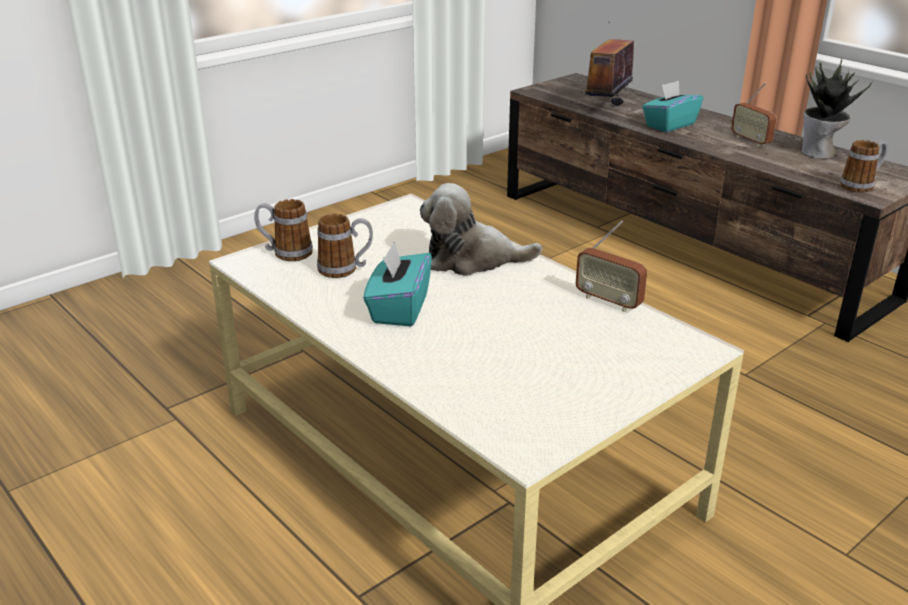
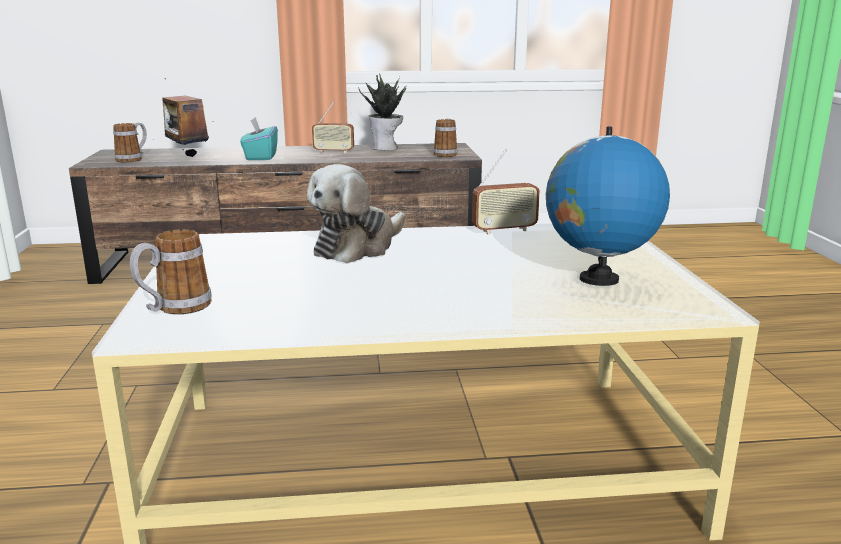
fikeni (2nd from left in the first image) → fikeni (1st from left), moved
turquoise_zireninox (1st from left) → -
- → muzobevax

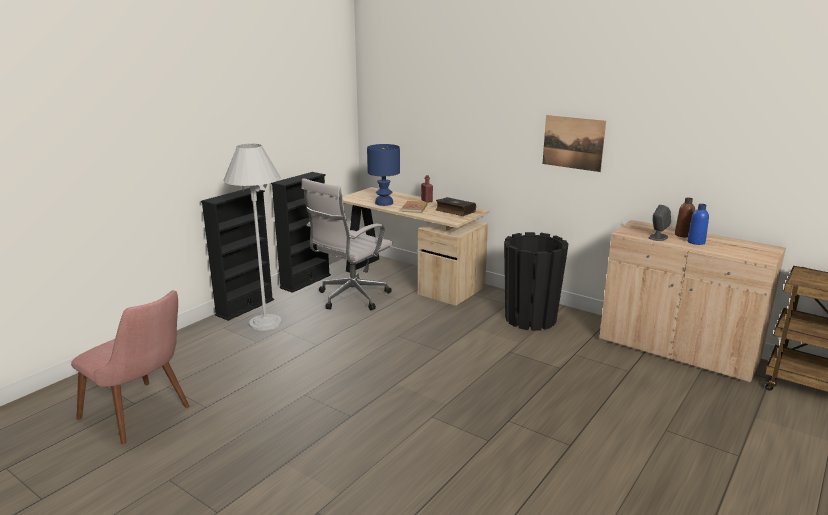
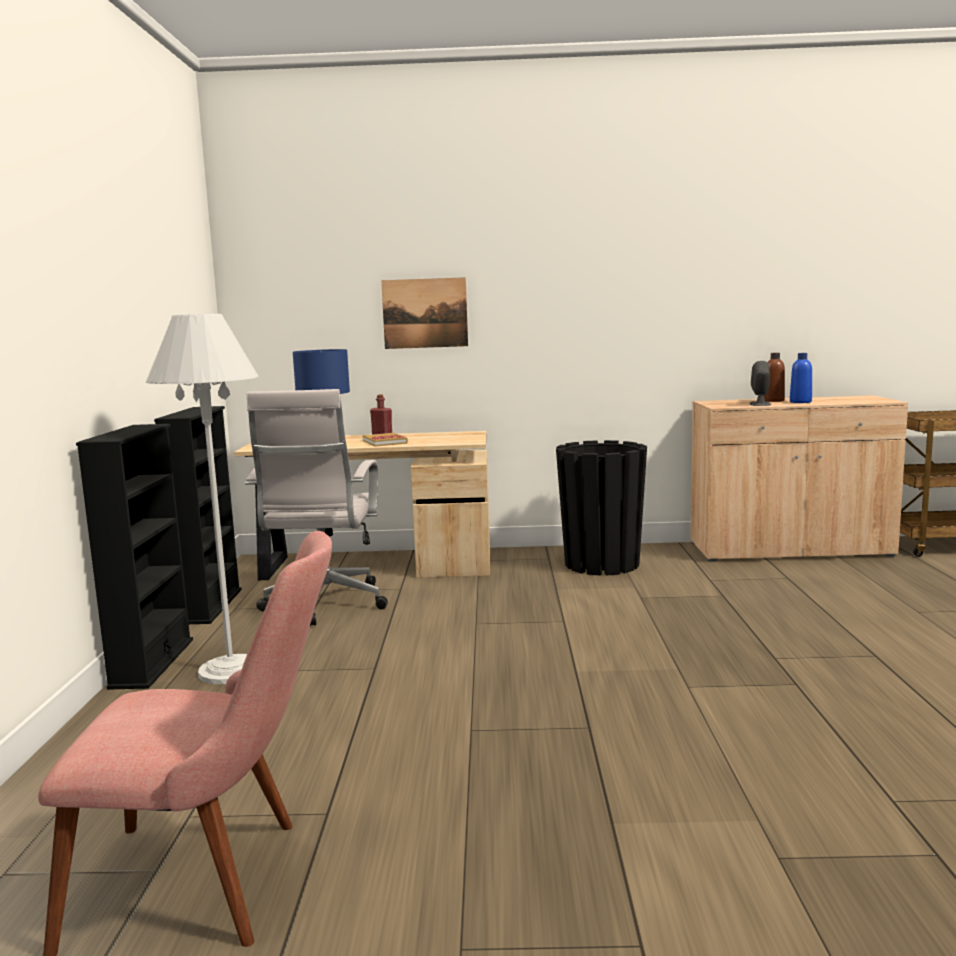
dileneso (2nd from left) → -
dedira, moved

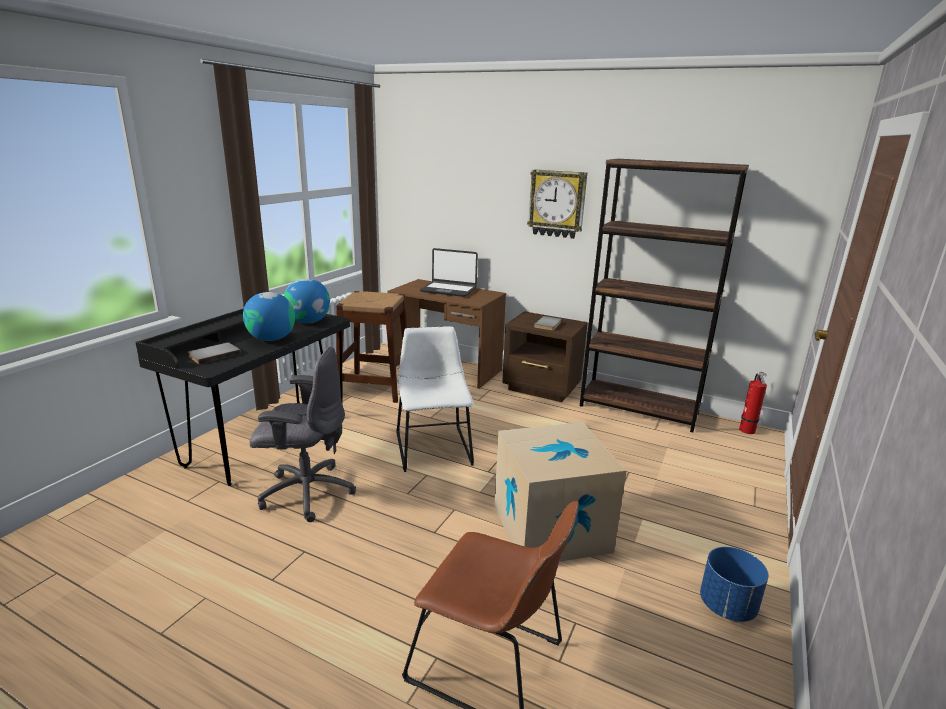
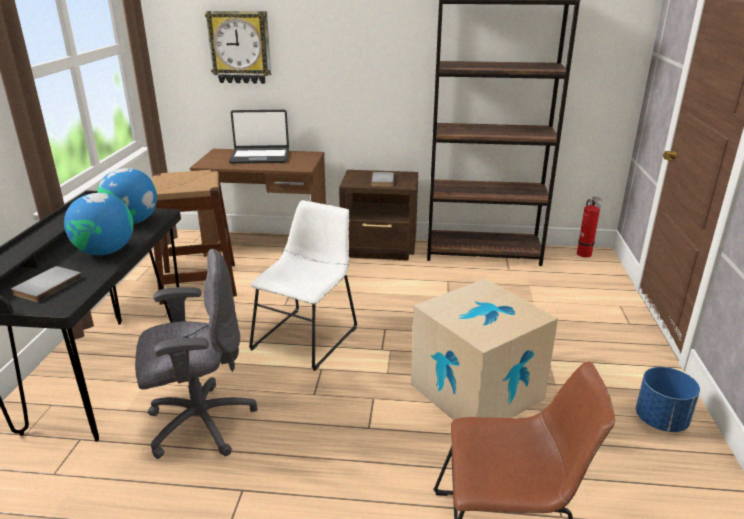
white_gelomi, 60 degrees clockwise
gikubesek, moved

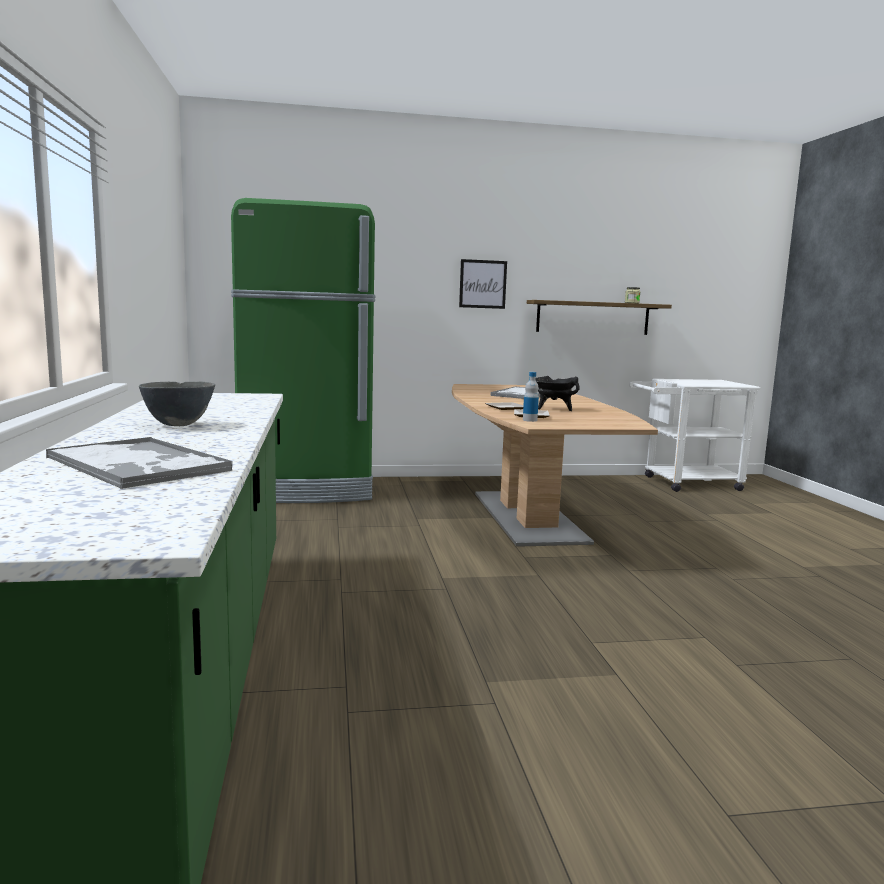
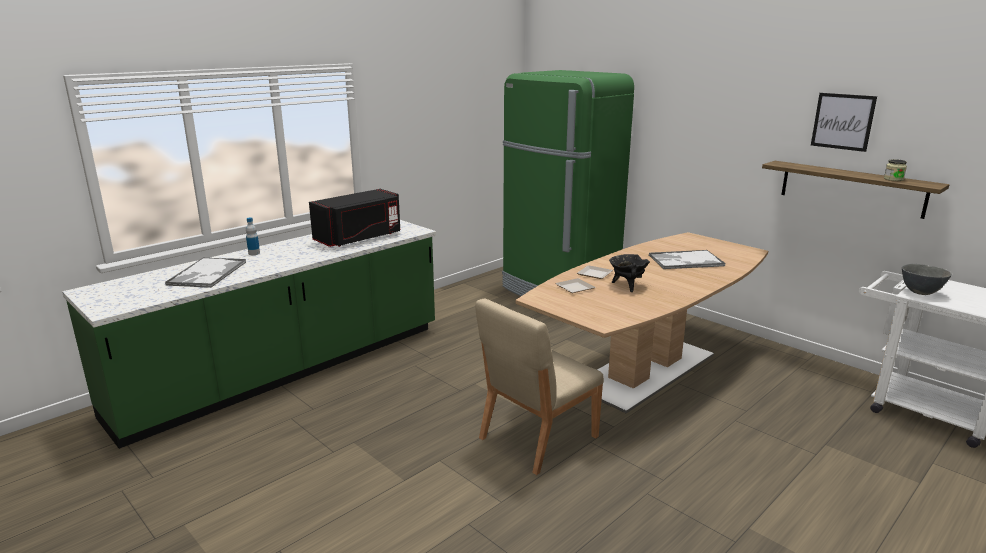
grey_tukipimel, moved
dedira, moved
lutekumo, moved
- → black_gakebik
- → beige_gelomi

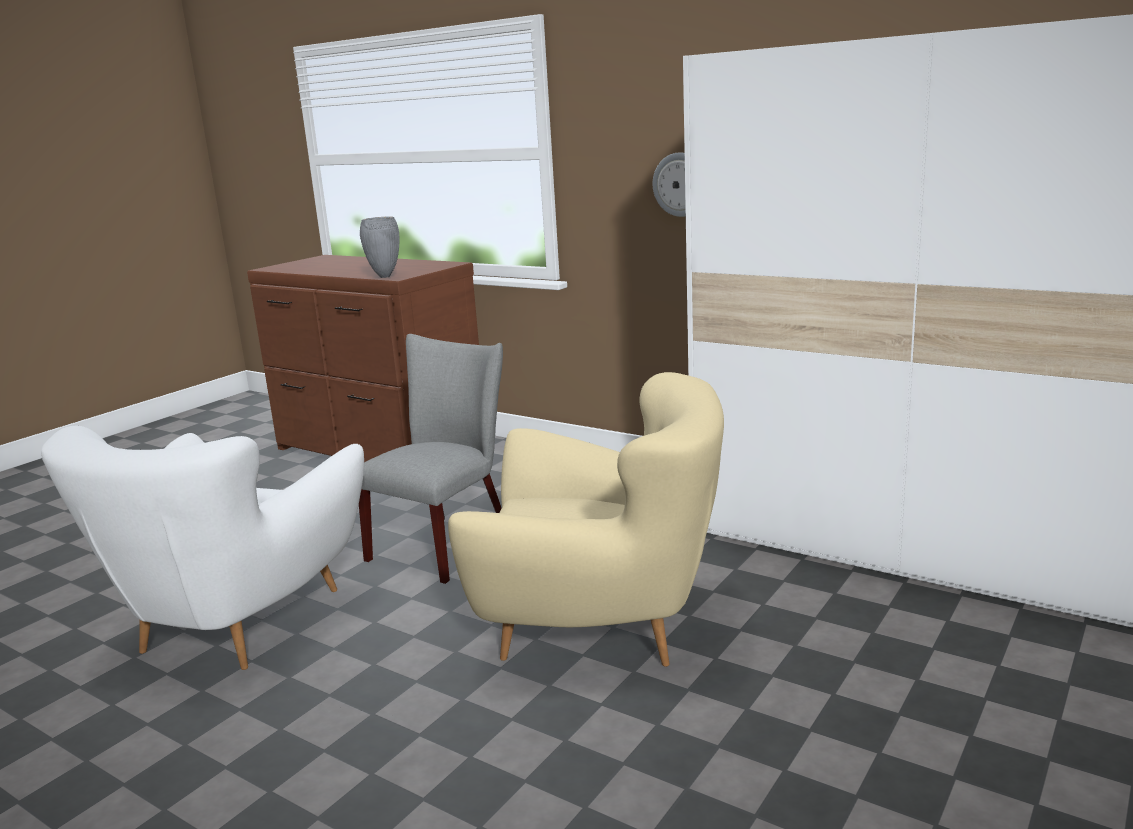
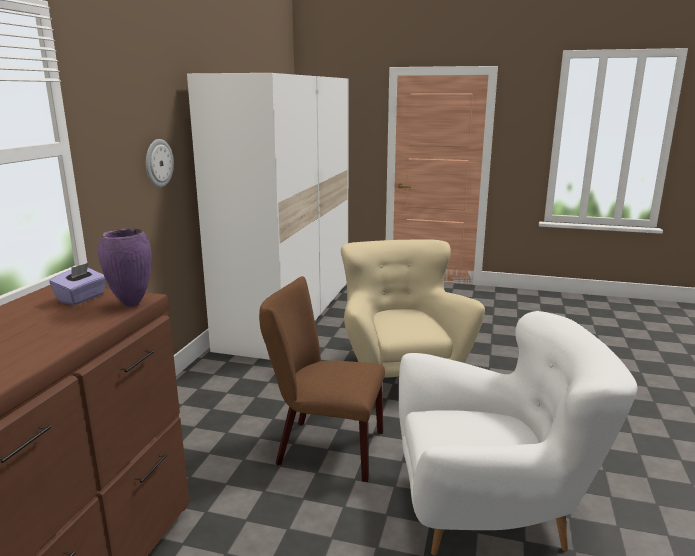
grey_gelomi → brown_gelomi
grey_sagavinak → purple_sagavinak
- → purple_zireninox

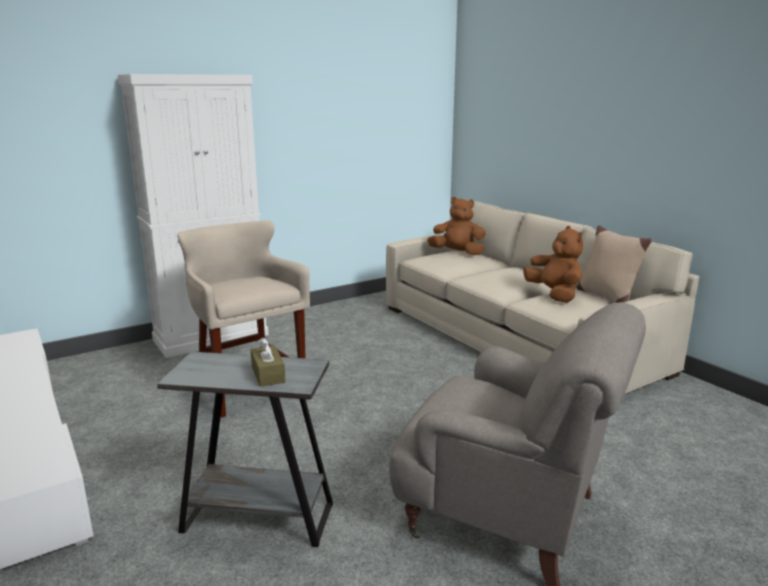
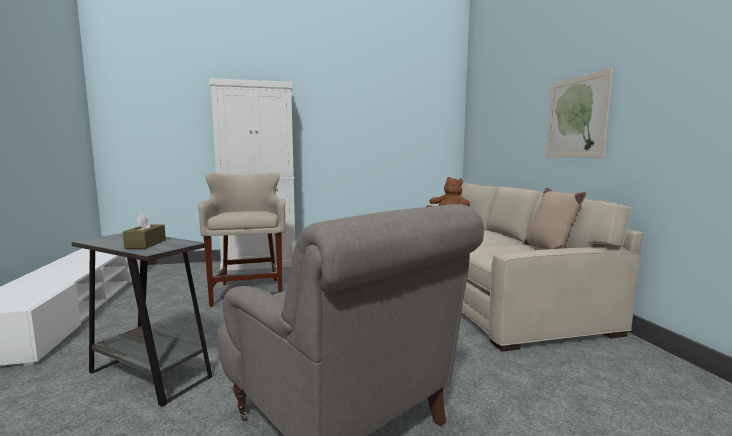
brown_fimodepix (2nd from left) → -
- → dedira

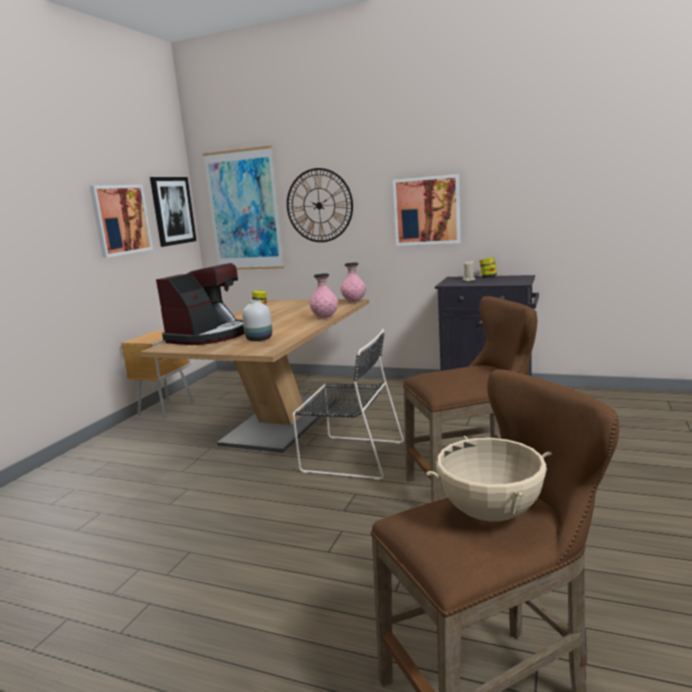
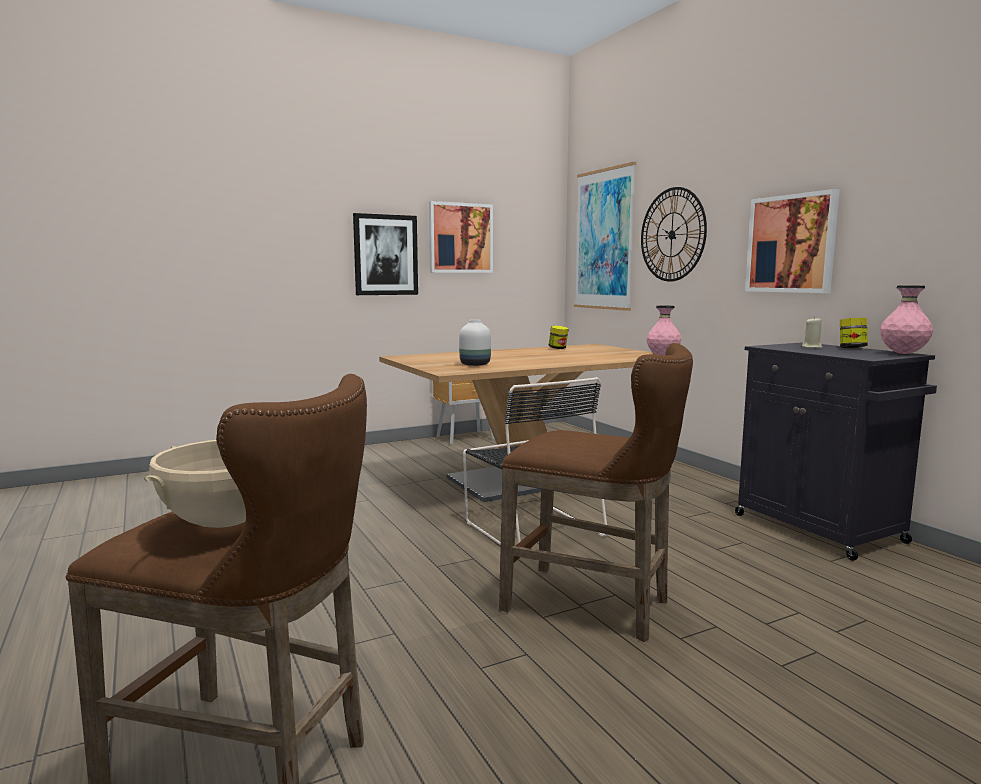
dedira (2nd from left in the first image) → dedira (1st from left), moved
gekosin → -
pink_sagavinak (1st from left in the first image) → pink_sagavinak (2nd from left), moved

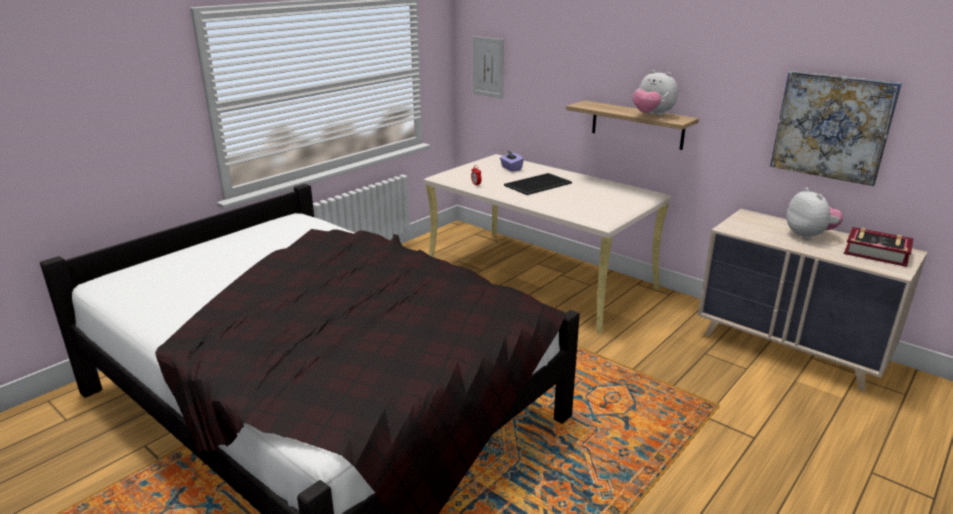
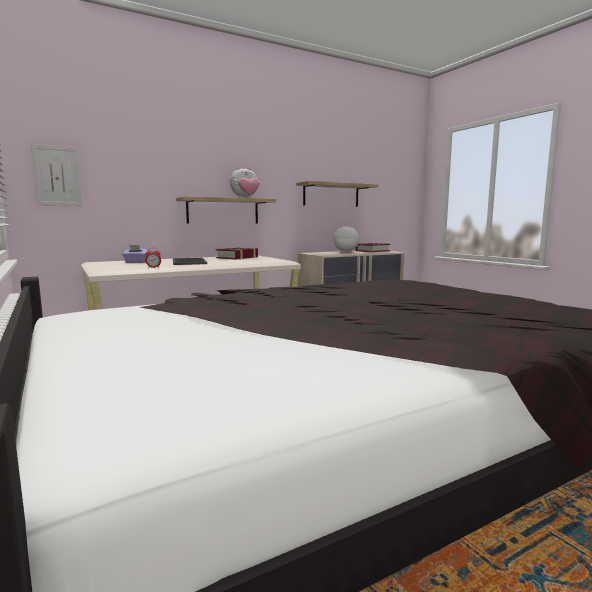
dedira (2nd from left) → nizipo (2nd from left)
- → dileneso (1st from left)

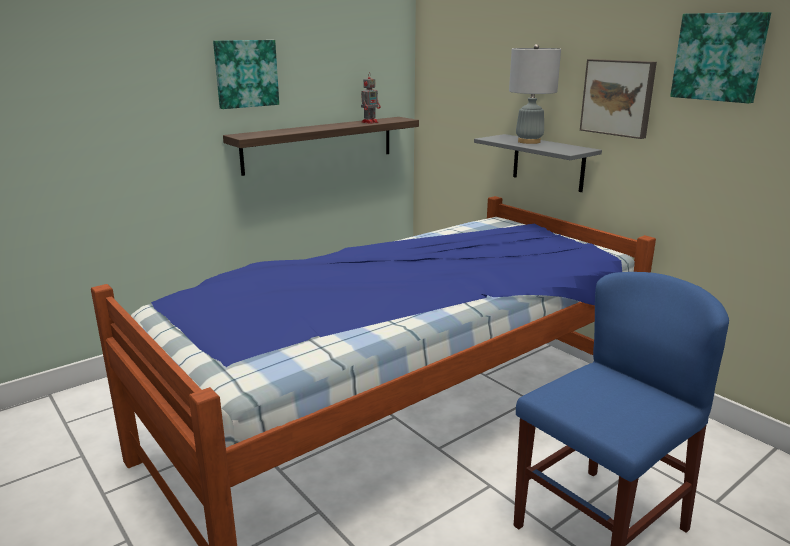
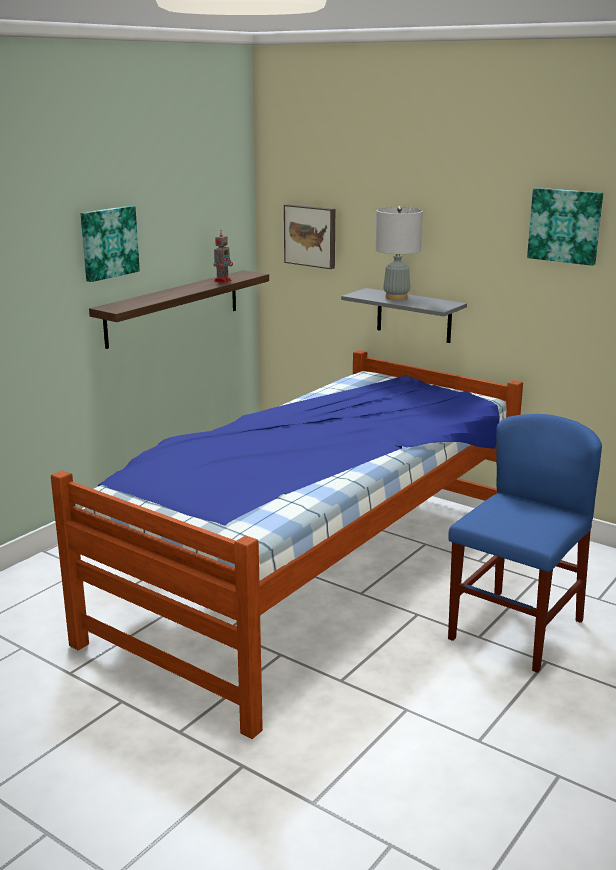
dedira (2nd from left), moved

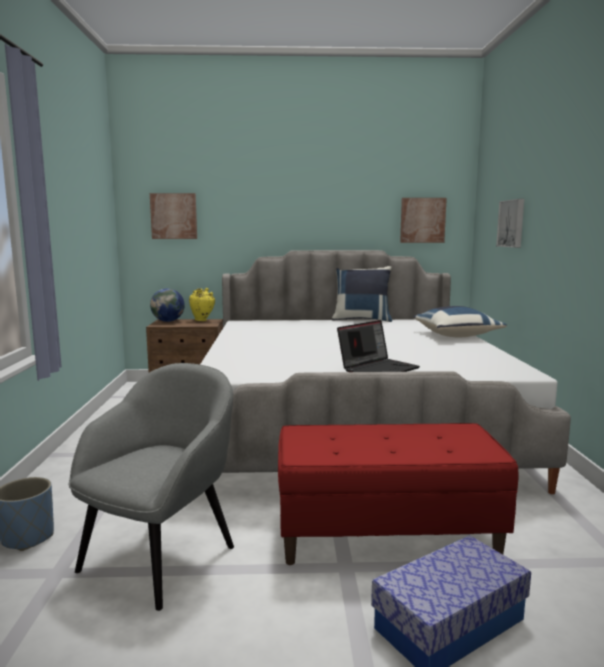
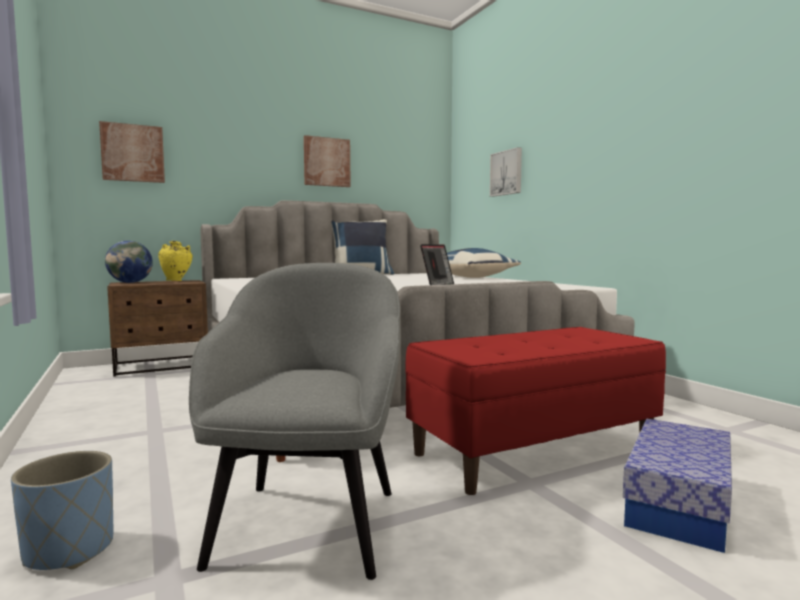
dedira (2nd from left), moved

